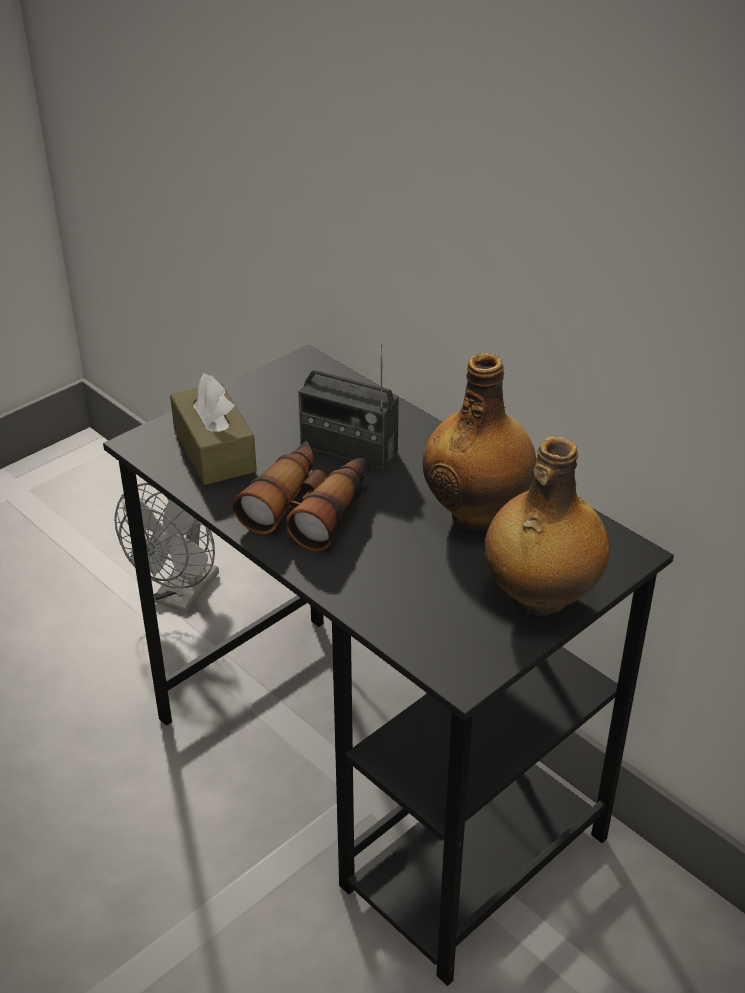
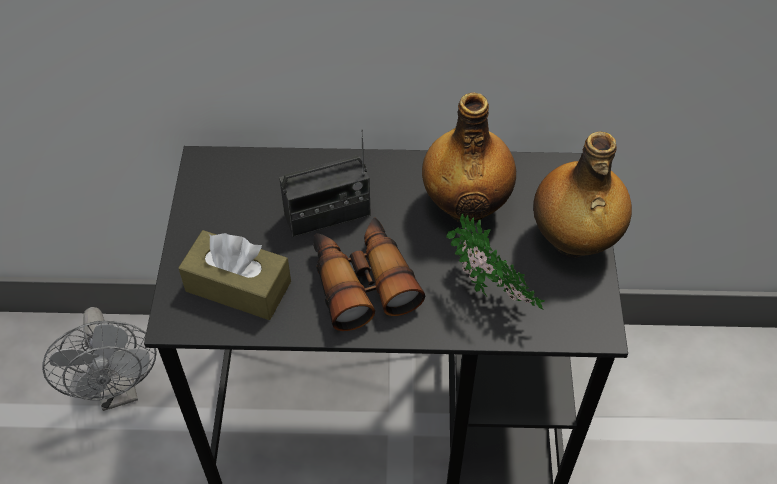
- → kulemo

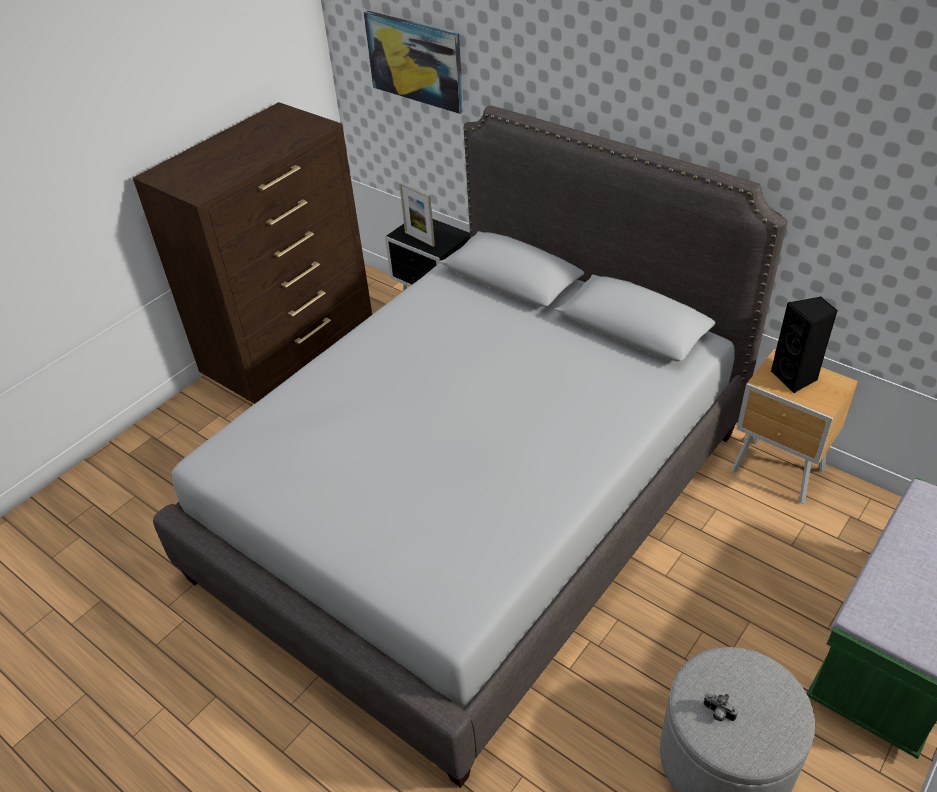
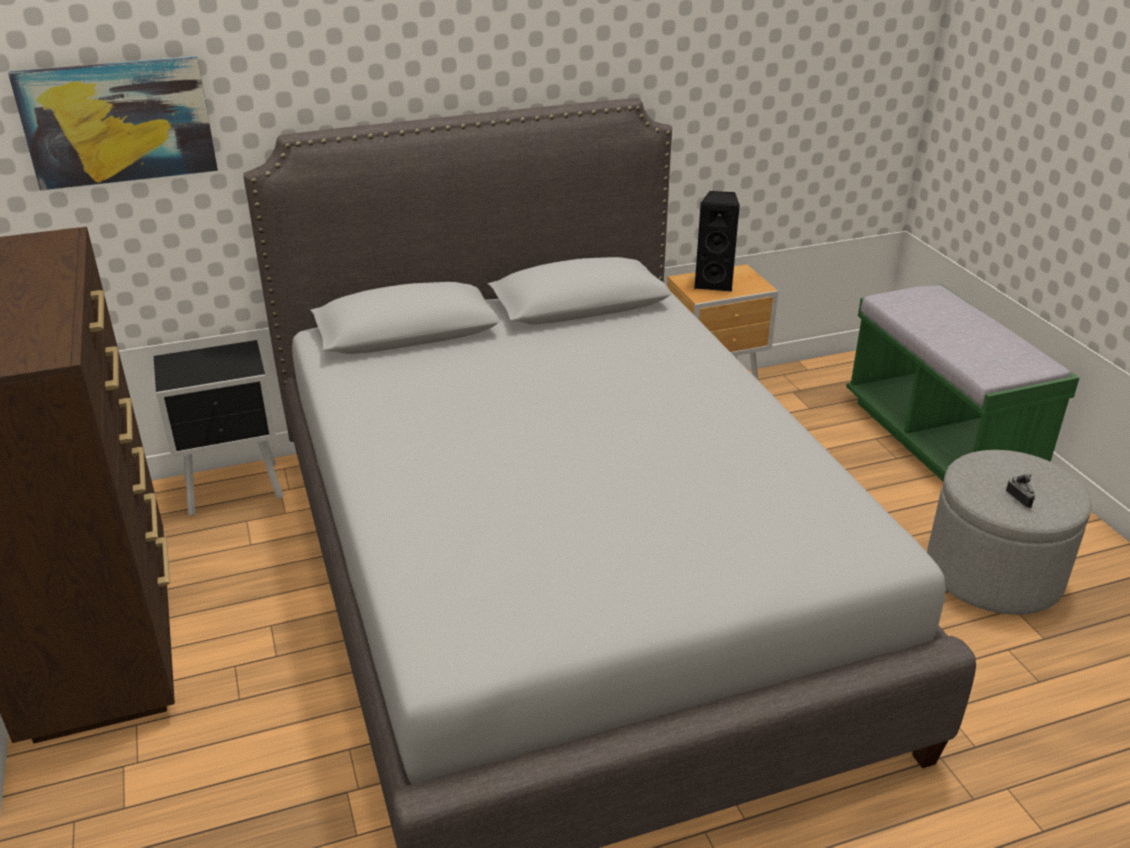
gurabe → -
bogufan, 90 degrees counterclockwise

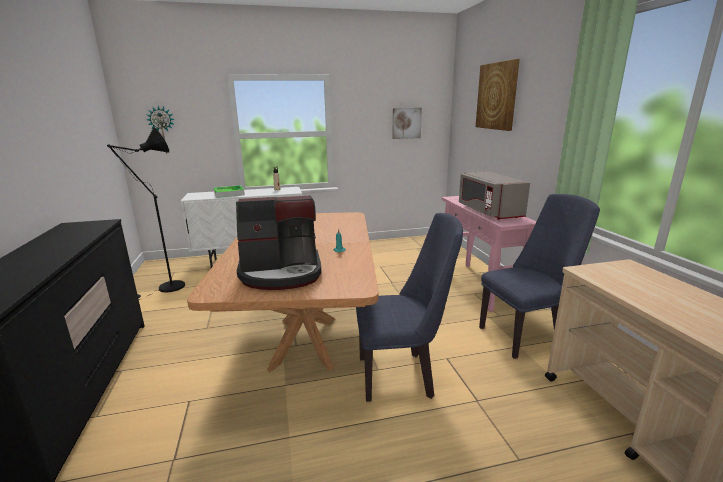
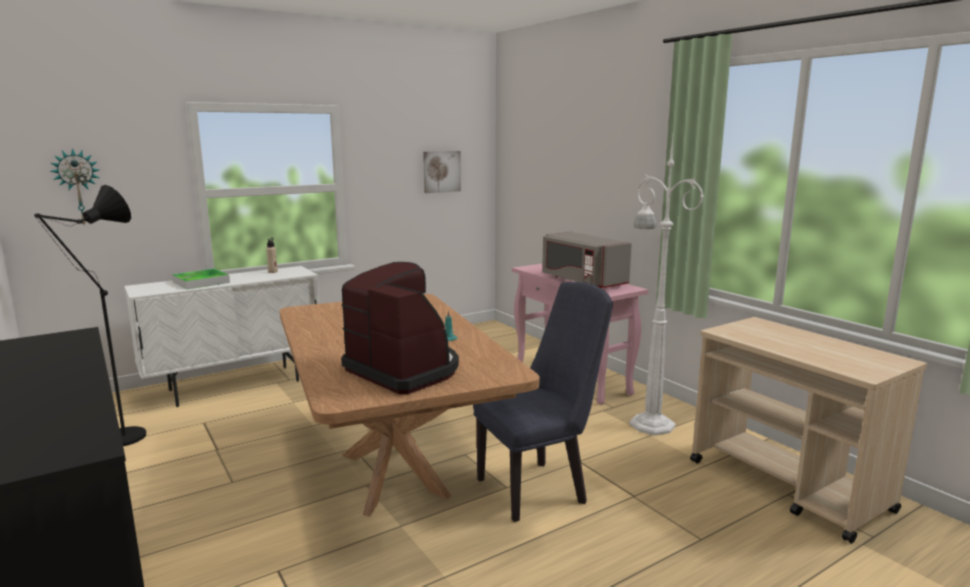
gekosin, 105 degrees counterclockwise
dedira (2nd from left) → -
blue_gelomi (2nd from left) → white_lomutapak

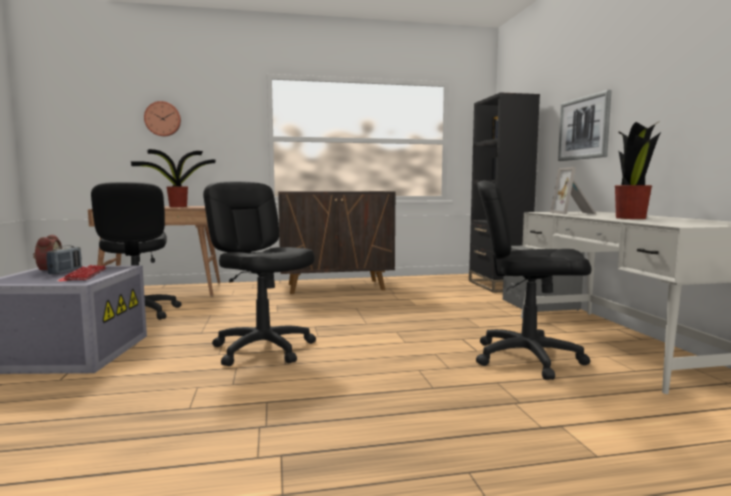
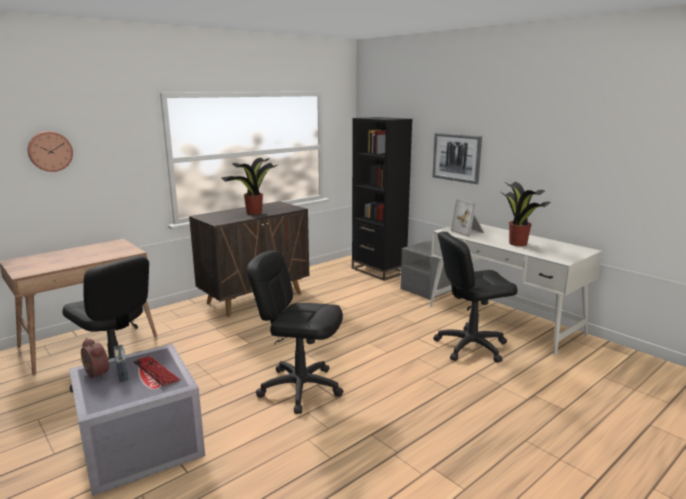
kulemo (1st from left), moved

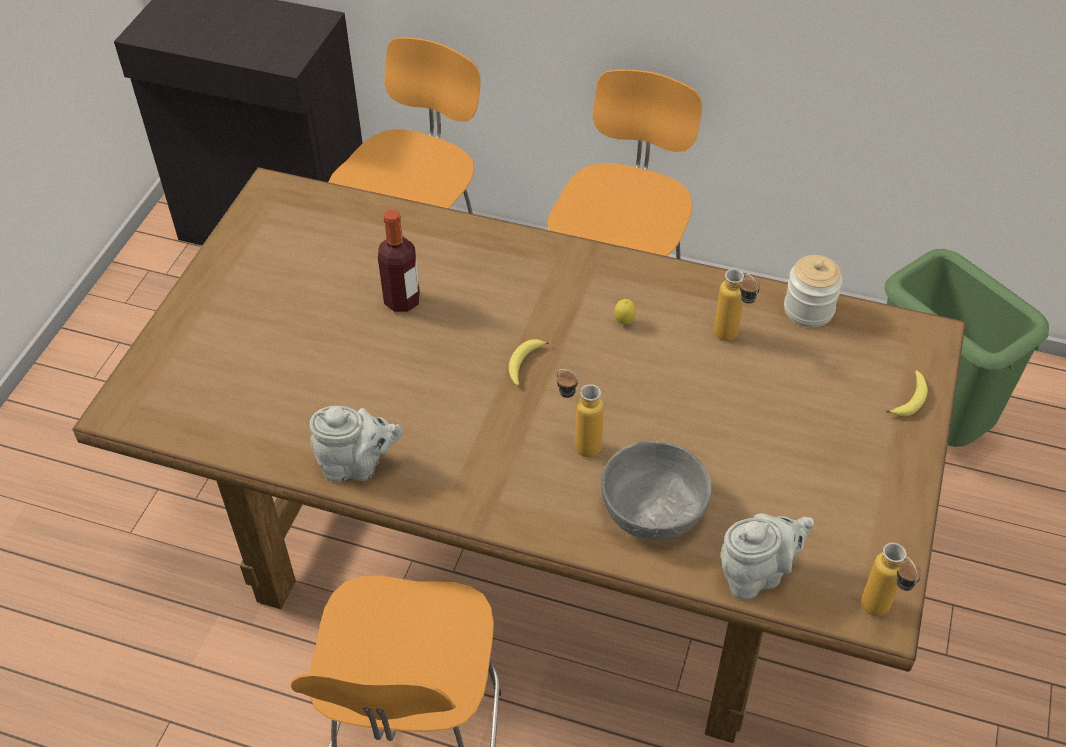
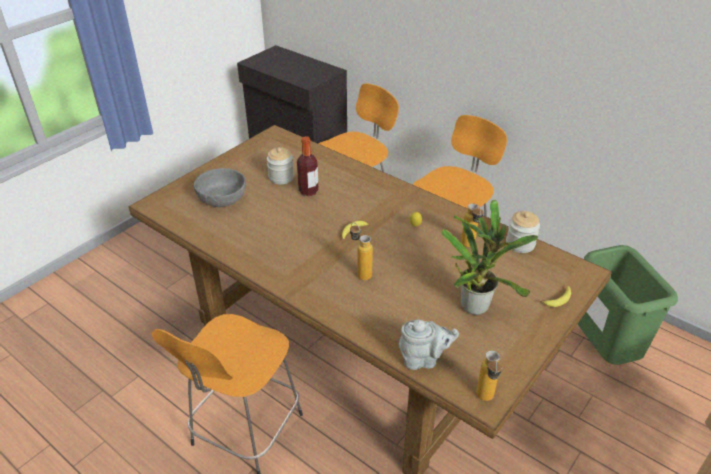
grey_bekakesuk (1st from left) → -
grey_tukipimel, moved
- → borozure (1st from left)
- → kulemo

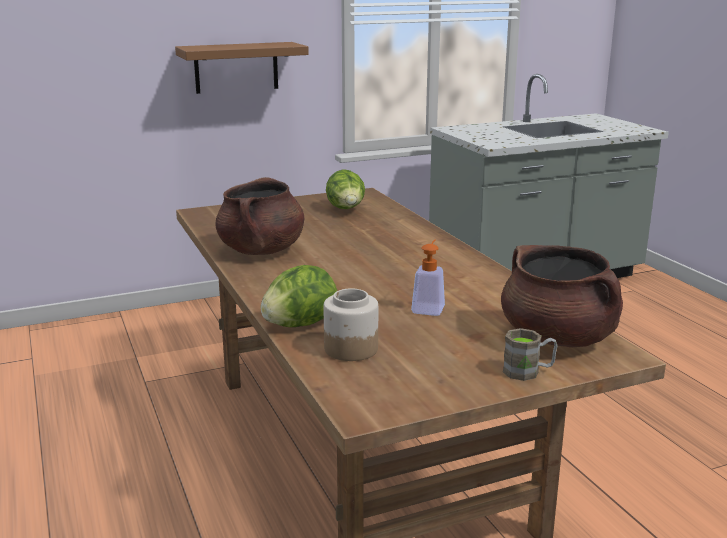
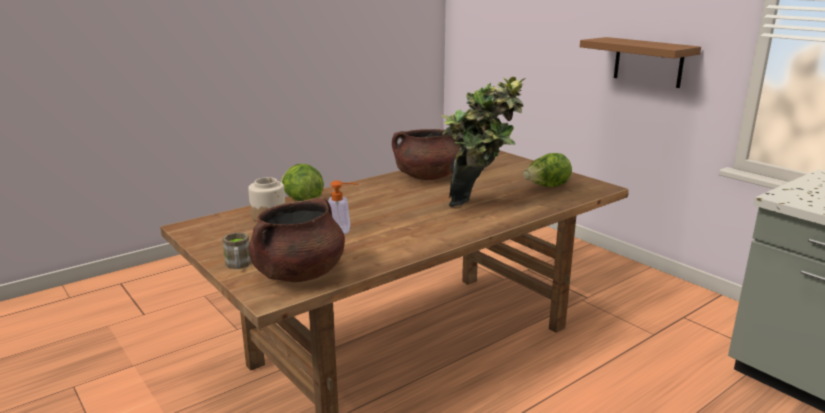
- → kulemo

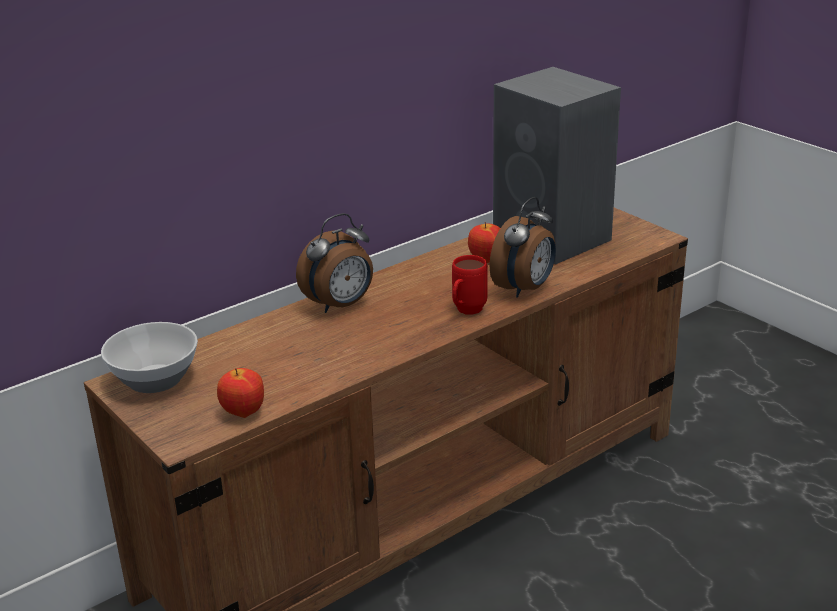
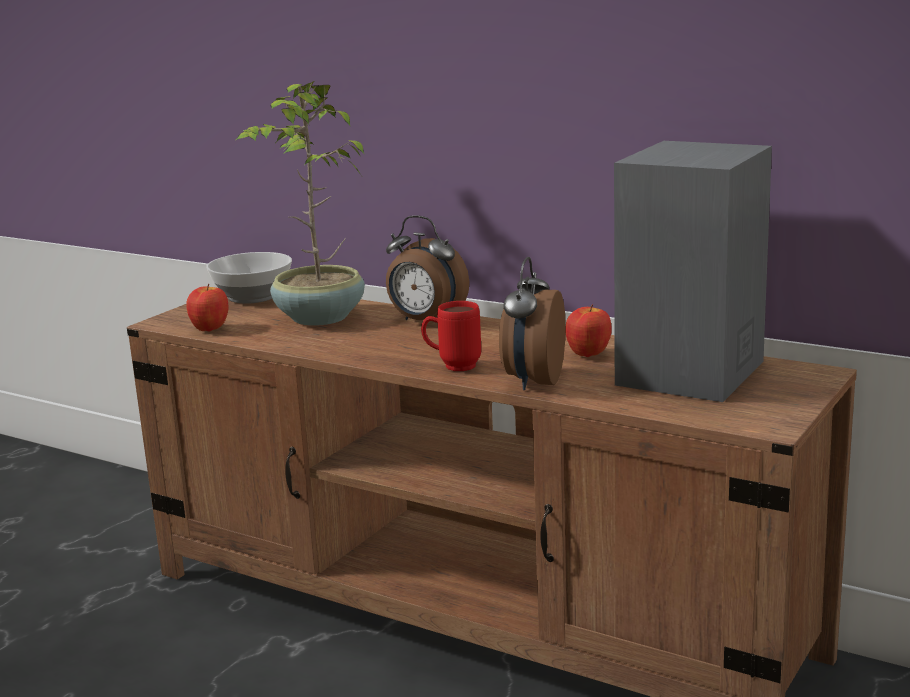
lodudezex (2nd from left), 90 degrees clockwise
- → kulemo

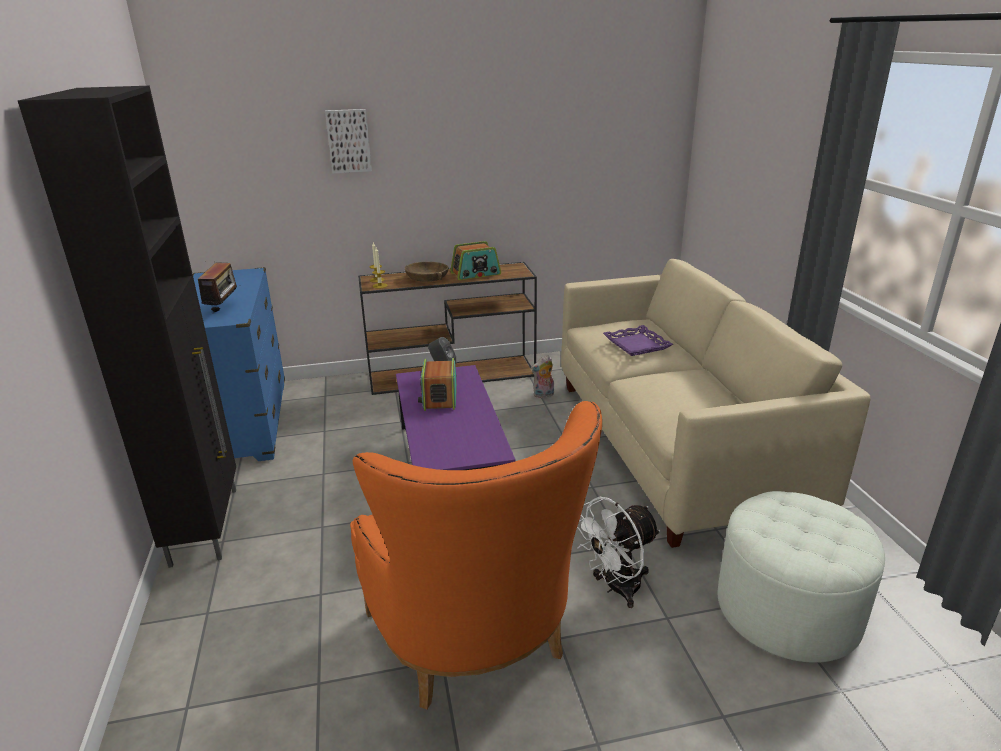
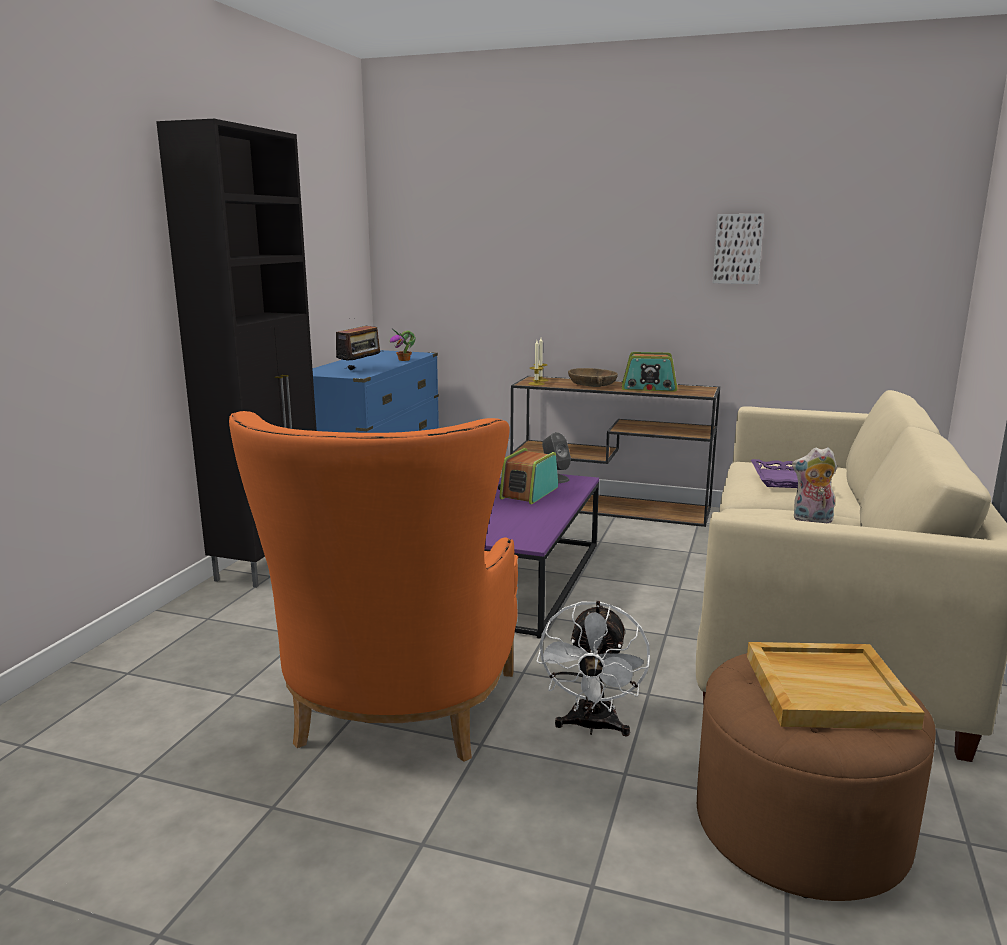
dedira, moved
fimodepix, moved
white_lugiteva, 75 degrees counterclockwise
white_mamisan → brown_mamisan
- → kulemo
- → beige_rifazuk

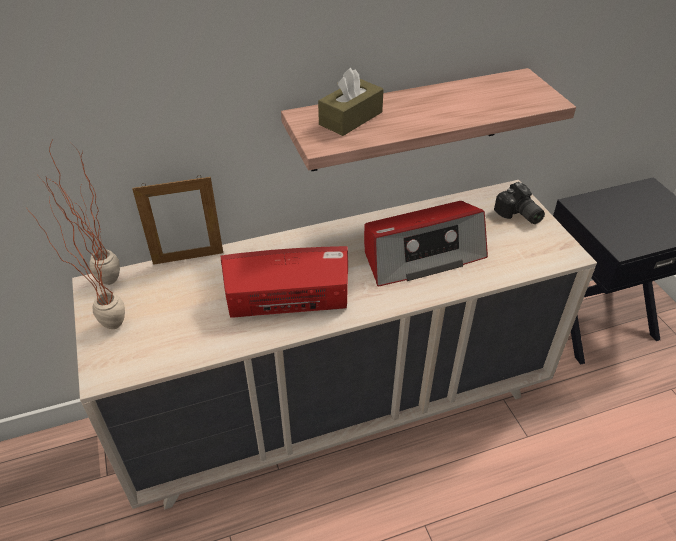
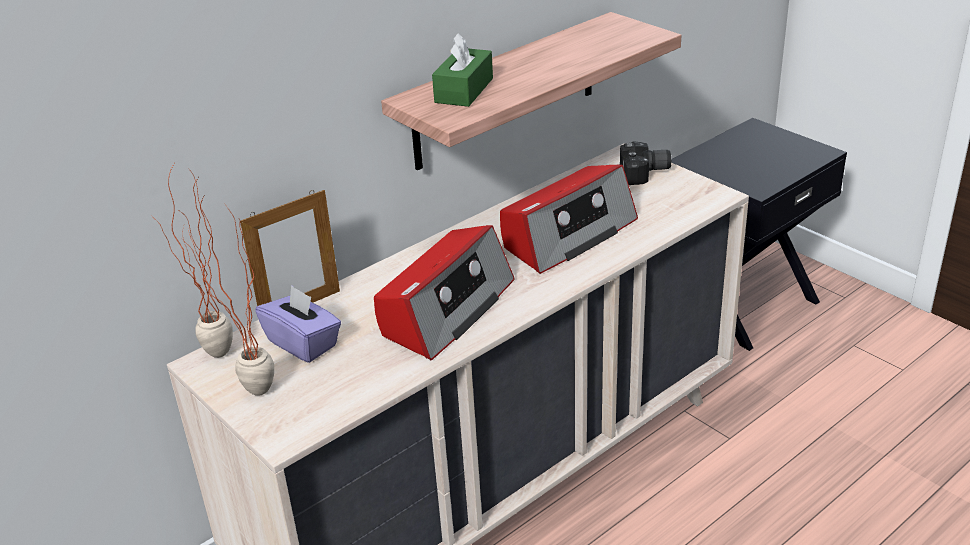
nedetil (1st from left), 150 degrees clockwise
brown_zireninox → green_zireninox
bogufan, 45 degrees counterclockwise
- → purple_zireninox

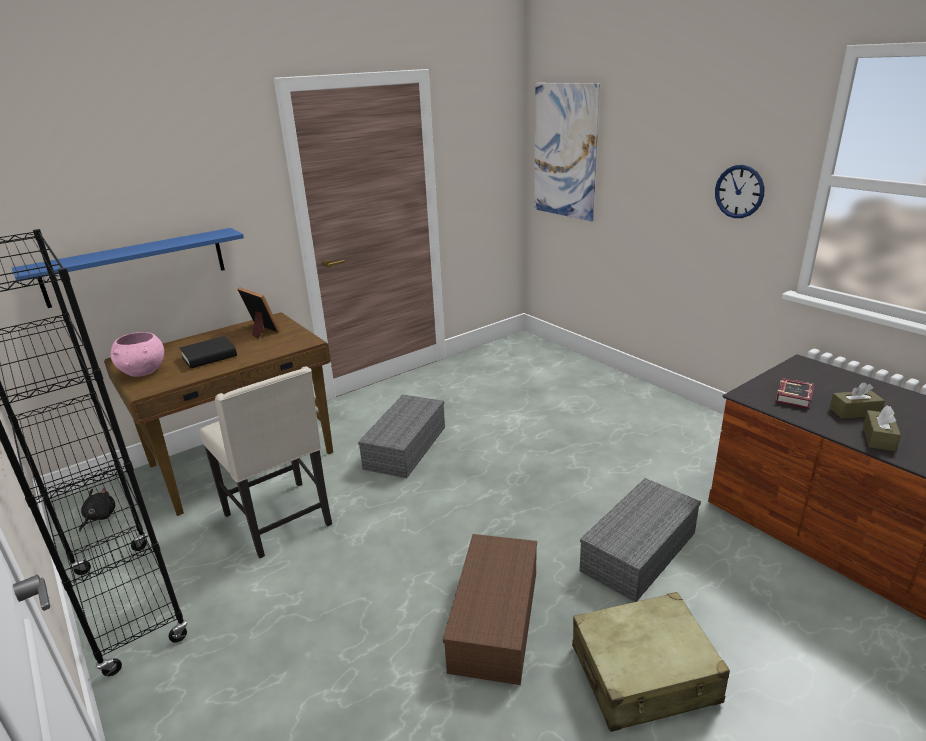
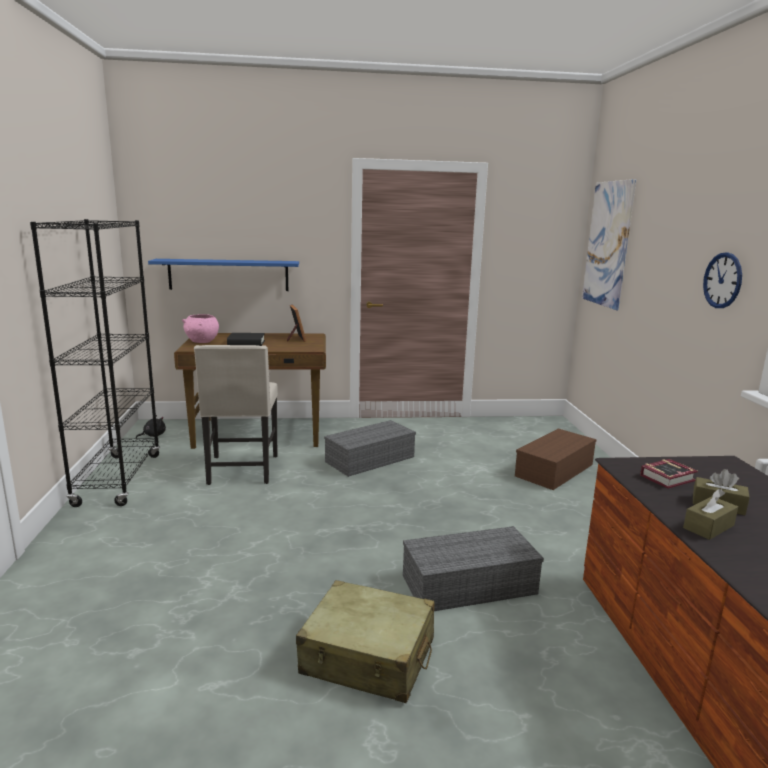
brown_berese, moved

